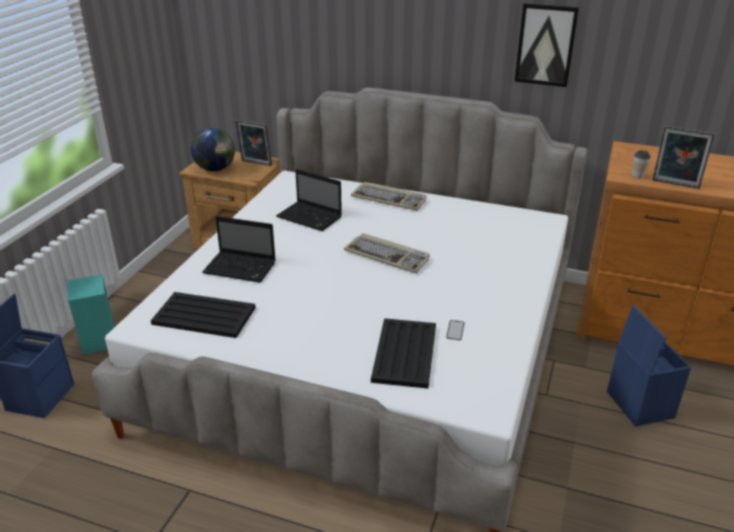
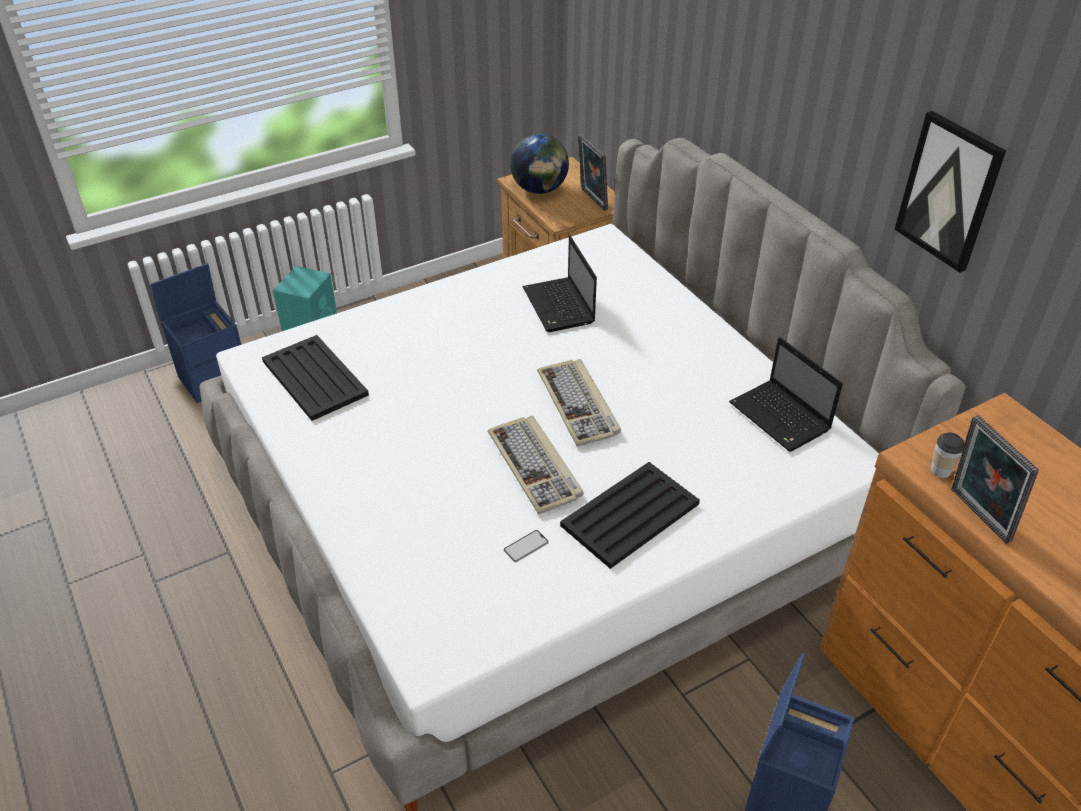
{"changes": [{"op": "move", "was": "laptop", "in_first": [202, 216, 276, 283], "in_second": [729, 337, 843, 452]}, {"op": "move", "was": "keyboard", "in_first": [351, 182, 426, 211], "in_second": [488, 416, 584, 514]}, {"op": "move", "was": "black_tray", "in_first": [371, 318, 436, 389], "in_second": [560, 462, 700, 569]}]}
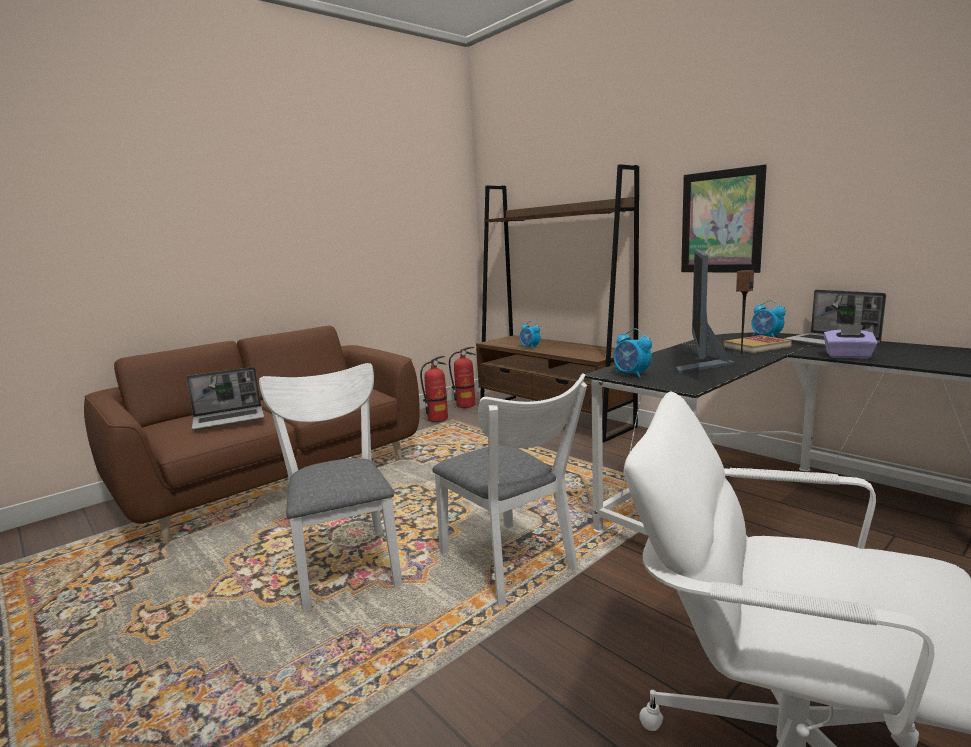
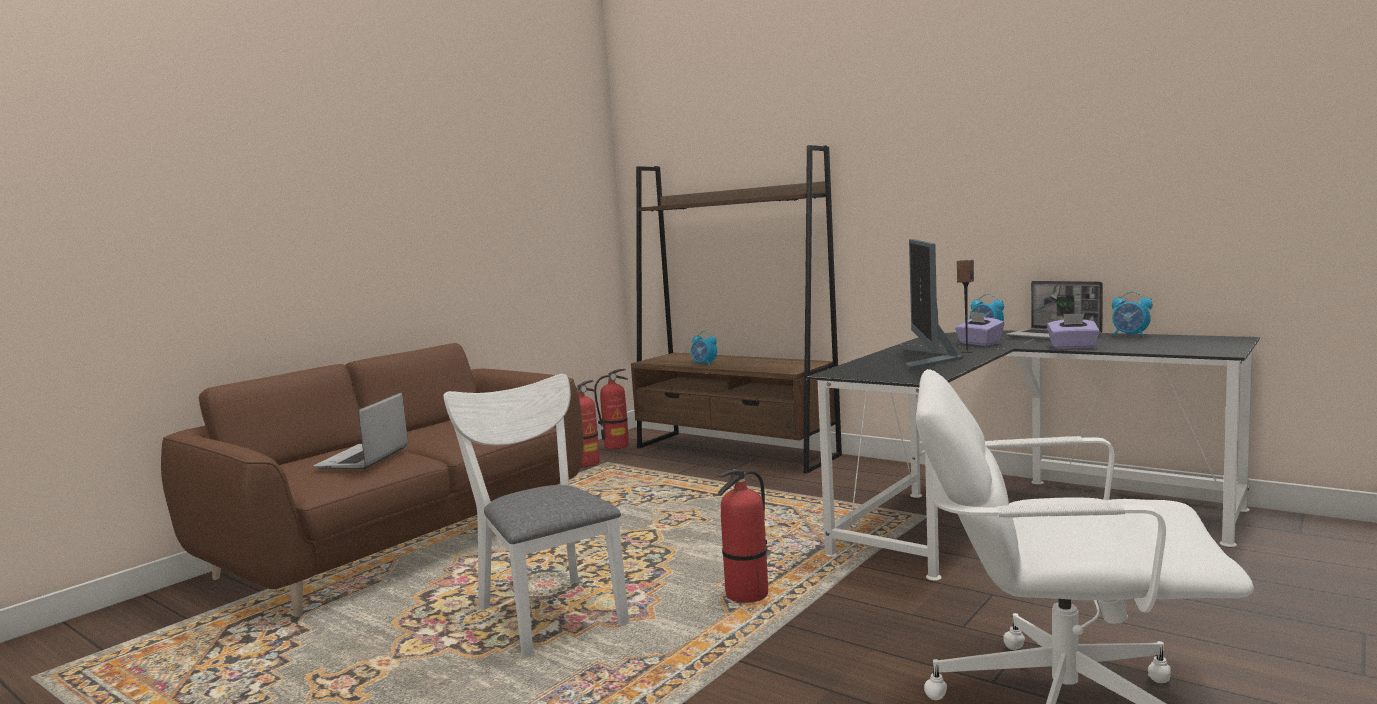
{"changes": [{"op": "delete", "was": "picture", "in_first": [681, 164, 767, 273]}, {"op": "move", "was": "alarm_clock", "in_first": [614, 329, 652, 378], "in_second": [1112, 291, 1153, 337]}, {"op": "replace", "was": "white_chair", "now": "fire_extinguisher", "in_first": [432, 373, 587, 605], "in_second": [718, 469, 768, 603]}, {"op": "replace", "was": "book", "now": "purple_tissue_box", "in_first": [723, 335, 792, 353], "in_second": [955, 311, 1004, 346]}, {"op": "rotate", "was": "laptop", "in_first": [186, 367, 264, 430], "in_second": [313, 393, 408, 469], "clockwise": 135}]}
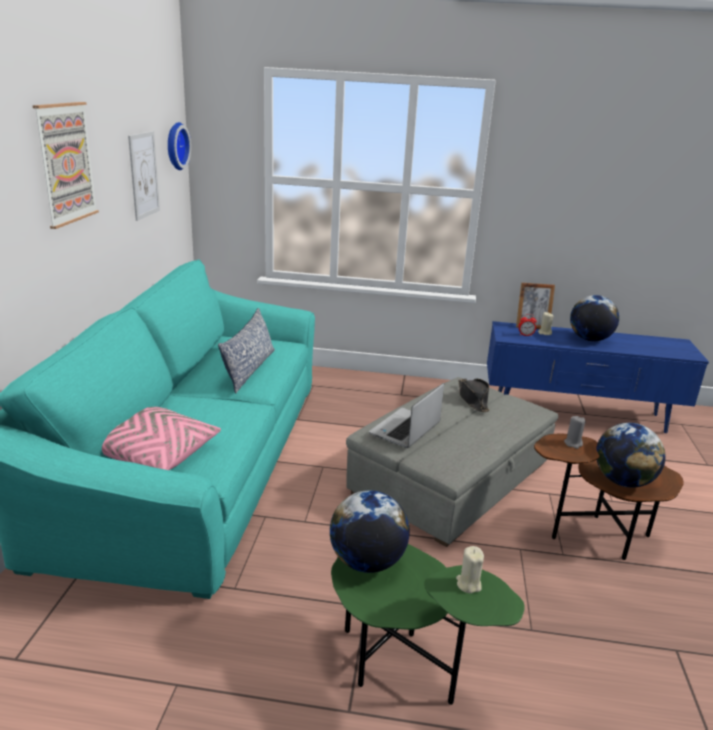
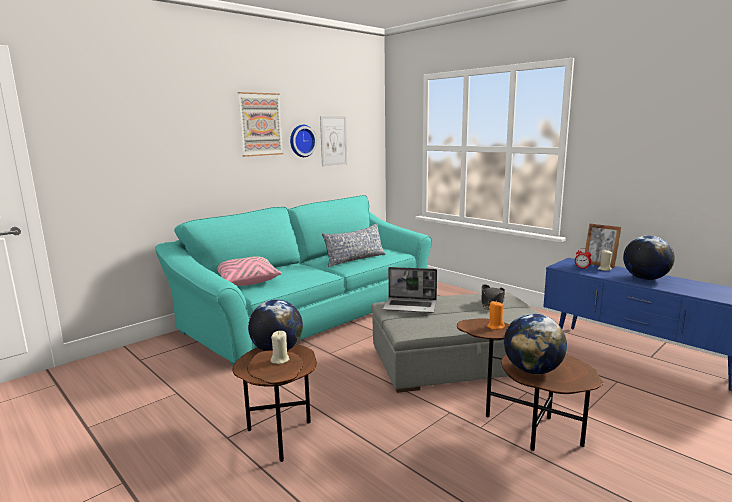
{"changes": [{"op": "move", "was": "wall_clock", "in_first": [168, 122, 191, 170], "in_second": [290, 125, 317, 157]}, {"op": "recolor", "was": "green_side_table", "now": "brown_side_table", "in_first": [331, 544, 525, 705], "in_second": [233, 344, 317, 462]}, {"op": "recolor", "was": "grey_candle", "now": "orange_candle", "in_first": [564, 416, 585, 449], "in_second": [487, 301, 505, 330]}, {"op": "rotate", "was": "laptop", "in_first": [369, 383, 444, 448], "in_second": [383, 267, 437, 313], "clockwise": -150}]}
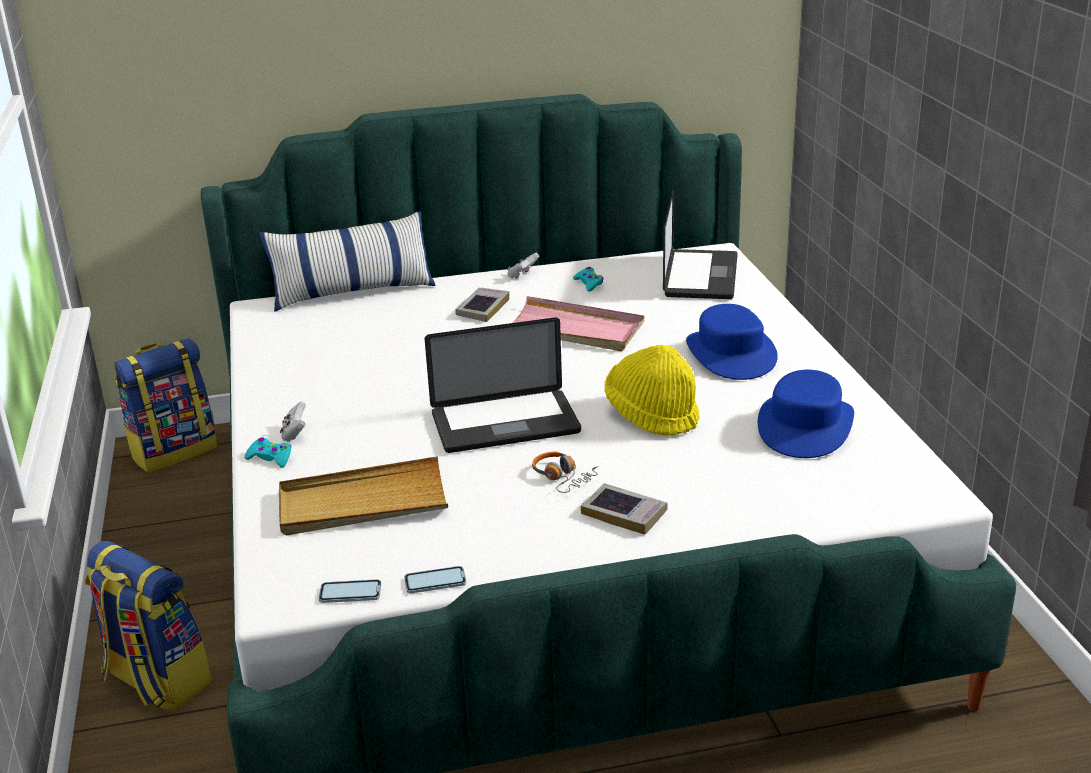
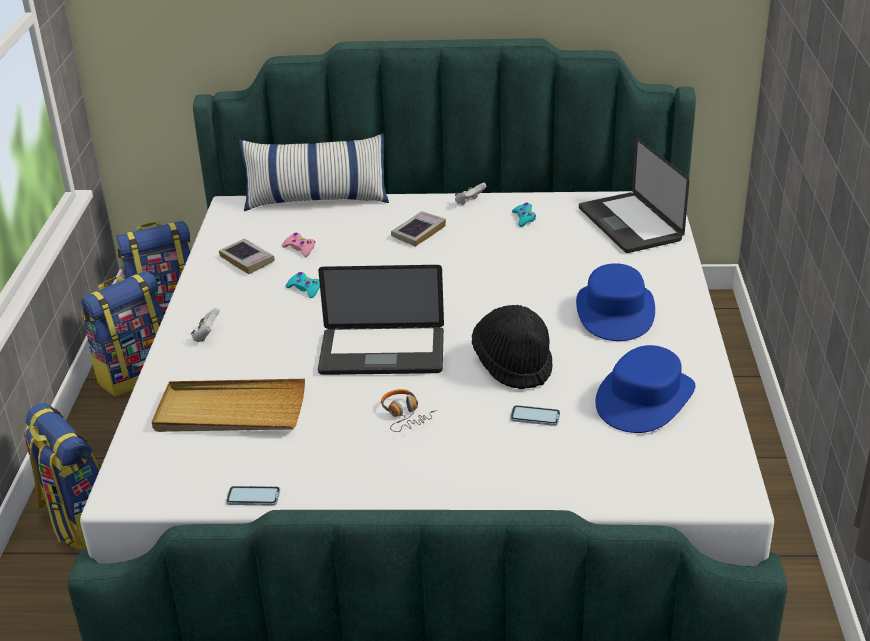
{"changes": [{"op": "delete", "was": "pink_tray", "in_first": [512, 296, 644, 351]}, {"op": "insert", "now": "backpack", "in_second": [81, 271, 164, 397]}, {"op": "insert", "now": "pink_game_controller", "in_second": [282, 232, 316, 257]}, {"op": "move", "was": "turquoise_game_controller", "in_first": [244, 437, 292, 468], "in_second": [286, 272, 320, 298]}, {"op": "move", "was": "phone", "in_first": [319, 579, 381, 603], "in_second": [510, 405, 560, 426]}, {"op": "move", "was": "book", "in_first": [581, 483, 668, 535], "in_second": [219, 239, 275, 274]}, {"op": "recolor", "was": "yellow_hat", "now": "black_hat", "in_first": [605, 345, 699, 436], "in_second": [472, 305, 553, 389]}, {"op": "rotate", "was": "laptop", "in_first": [663, 189, 738, 299], "in_second": [579, 137, 689, 253], "clockwise": 135}]}
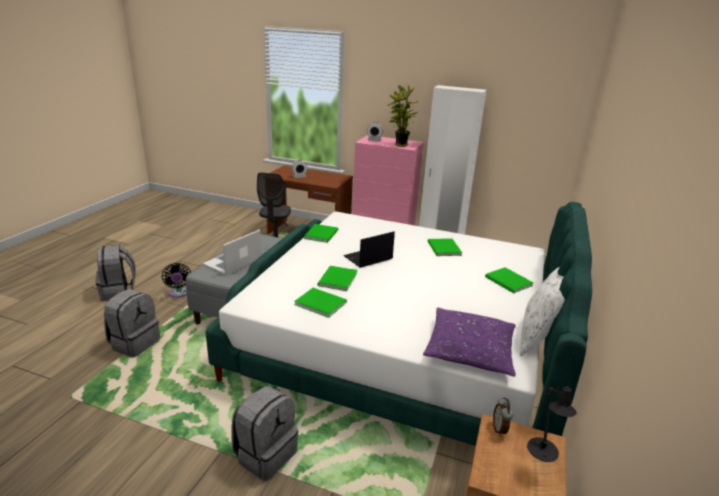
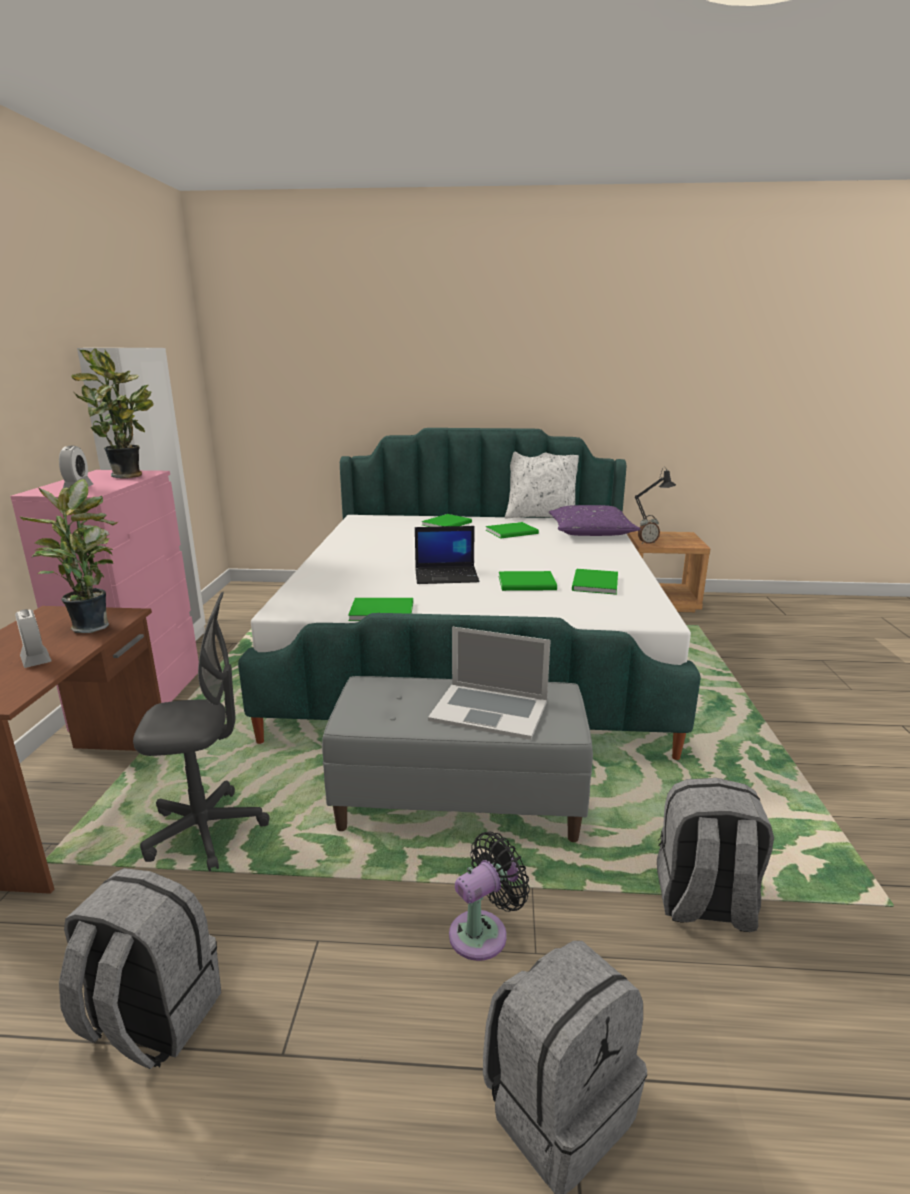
{"changes": [{"op": "insert", "now": "potted_plant", "in_second": [19, 479, 118, 633]}, {"op": "move", "was": "grey_backpack", "in_first": [231, 386, 298, 481], "in_second": [59, 868, 221, 1069]}, {"op": "move", "was": "green_book", "in_first": [428, 238, 462, 256], "in_second": [486, 522, 539, 538]}, {"op": "rotate", "was": "laptop", "in_first": [343, 231, 395, 268], "in_second": [415, 526, 479, 584], "clockwise": -45}]}
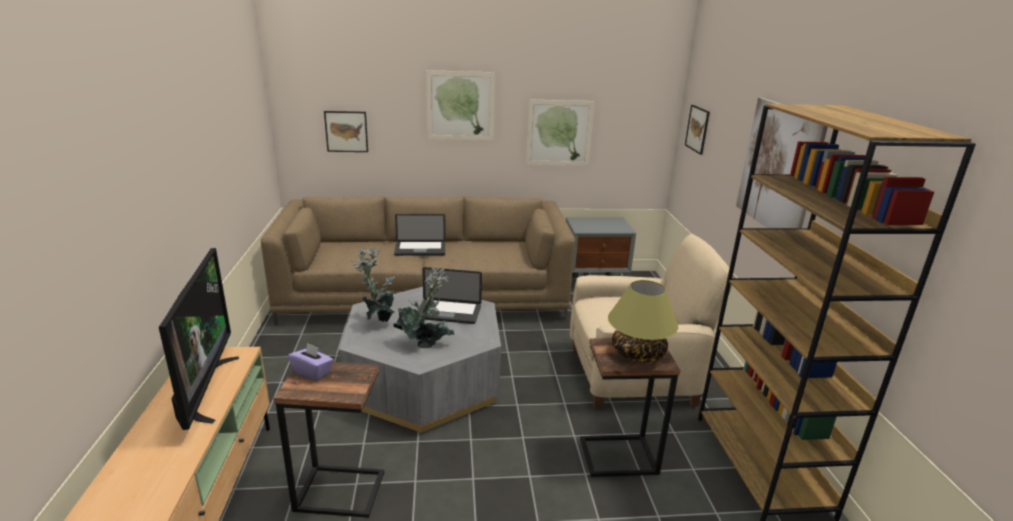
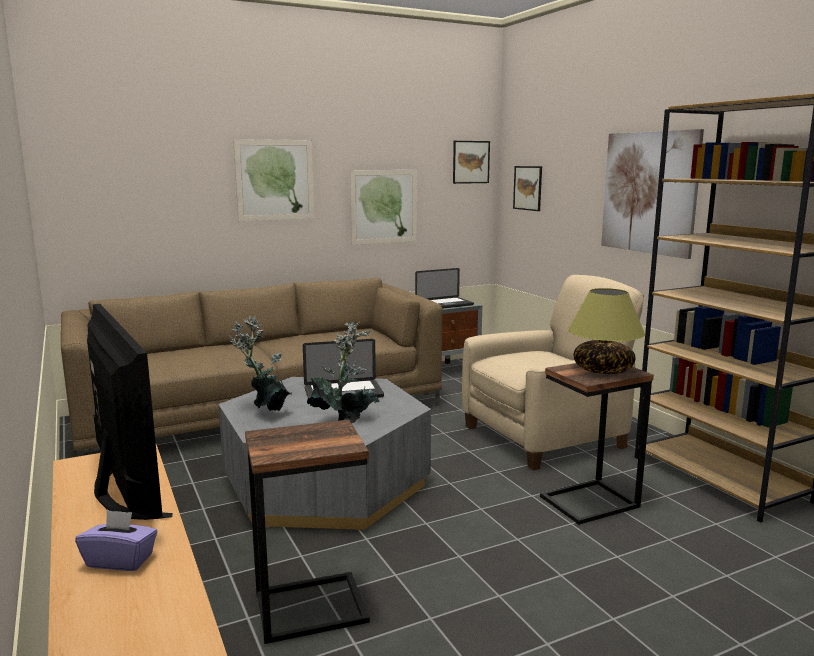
{"changes": [{"op": "move", "was": "purple_tissue_box", "in_first": [288, 342, 333, 381], "in_second": [75, 510, 157, 571]}, {"op": "move", "was": "picture", "in_first": [324, 111, 368, 152], "in_second": [453, 141, 490, 184]}, {"op": "move", "was": "laptop", "in_first": [394, 214, 445, 256], "in_second": [415, 268, 474, 309]}]}
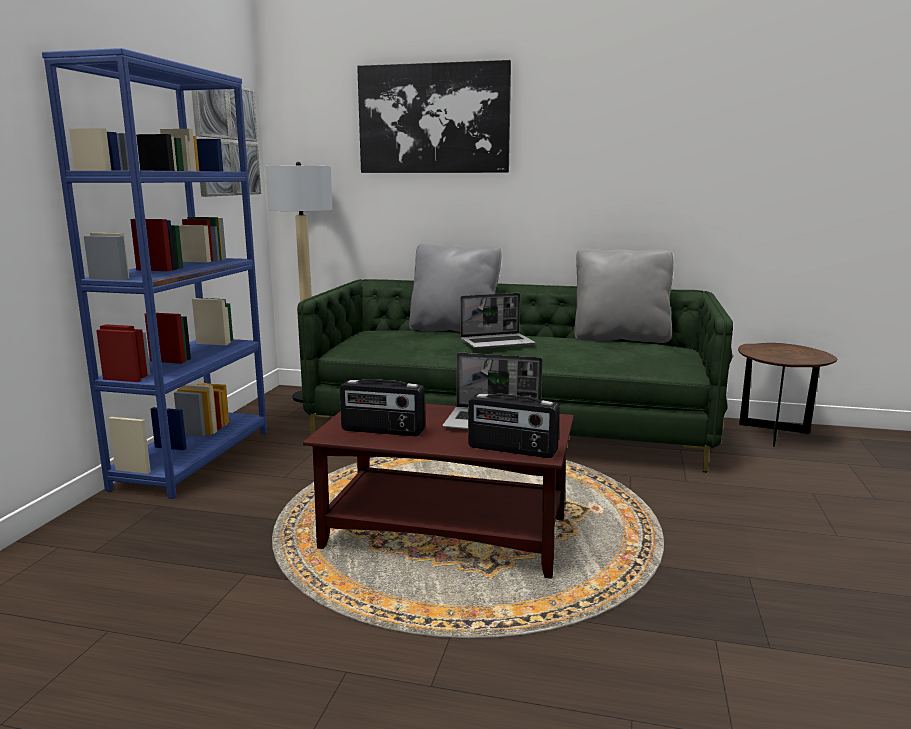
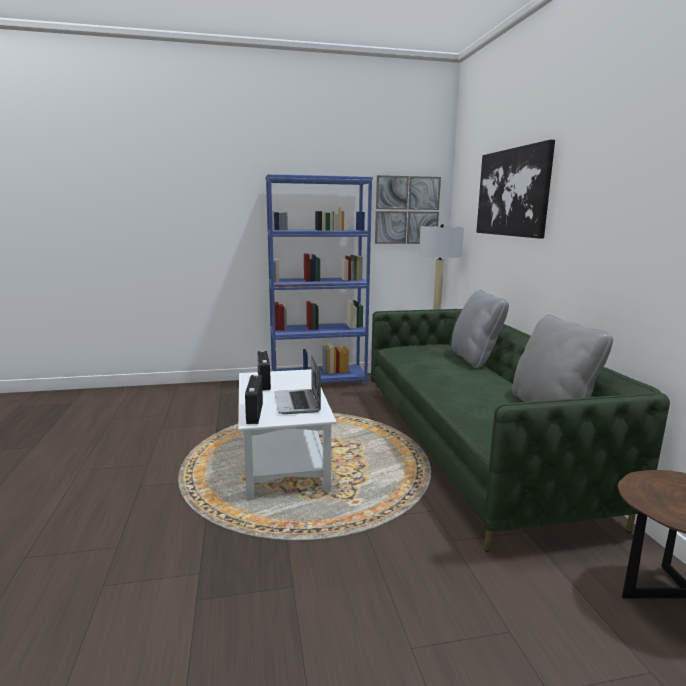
{"changes": [{"op": "delete", "was": "laptop", "in_first": [460, 293, 536, 349]}, {"op": "recolor", "was": "brown_coffee_table", "now": "white_coffee_table", "in_first": [303, 404, 574, 579], "in_second": [238, 369, 337, 500]}]}
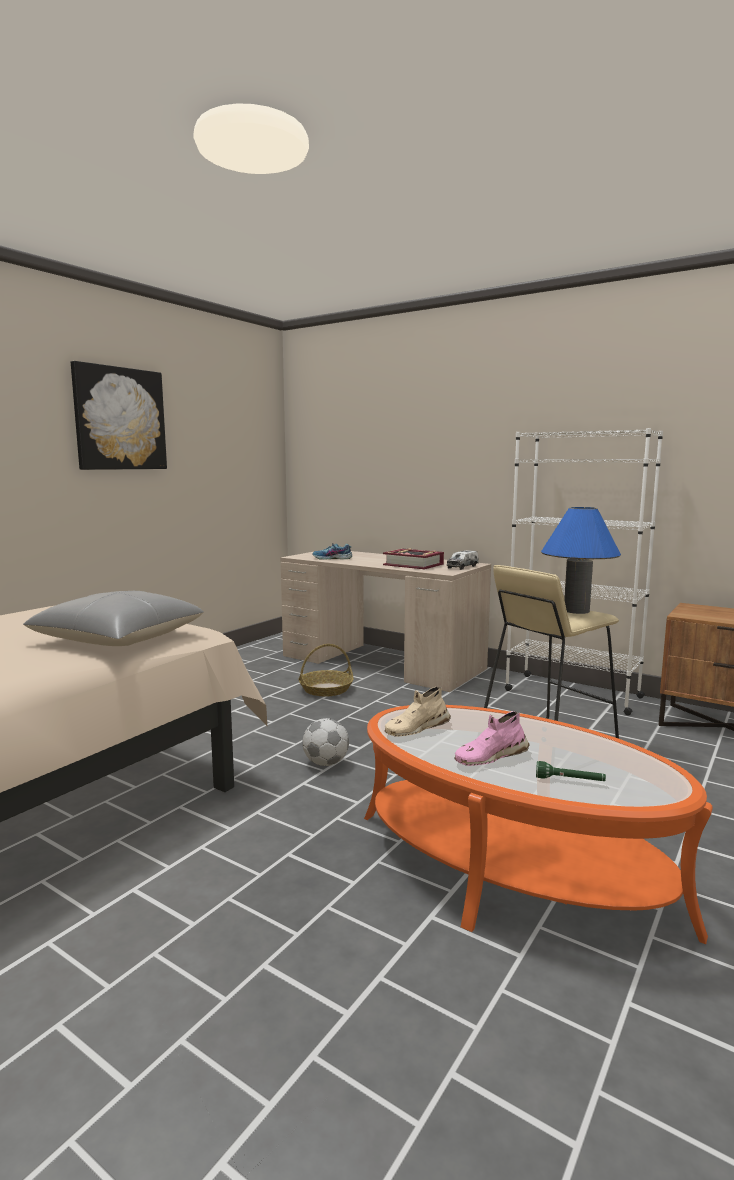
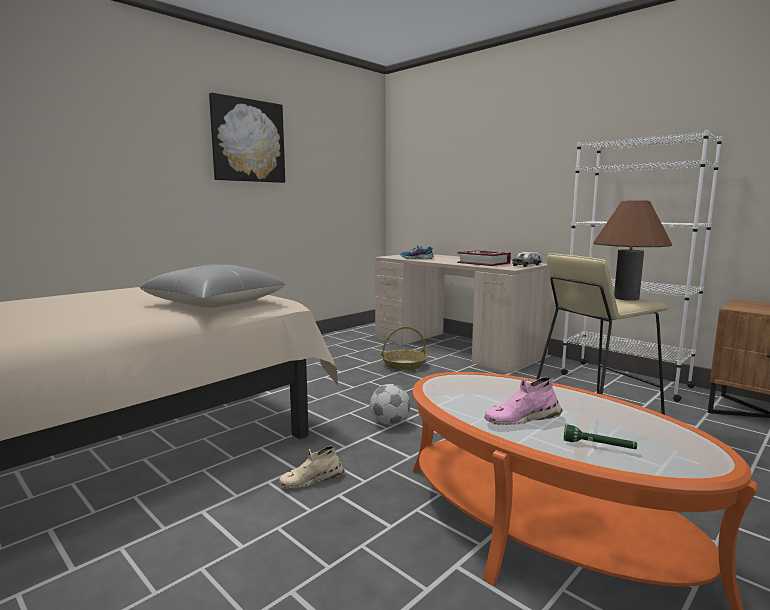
{"changes": [{"op": "move", "was": "beige_shoe", "in_first": [384, 687, 451, 737], "in_second": [279, 446, 345, 488]}, {"op": "recolor", "was": "blue_table_lamp", "now": "brown_table_lamp", "in_first": [541, 507, 621, 614], "in_second": [593, 201, 672, 301]}]}
